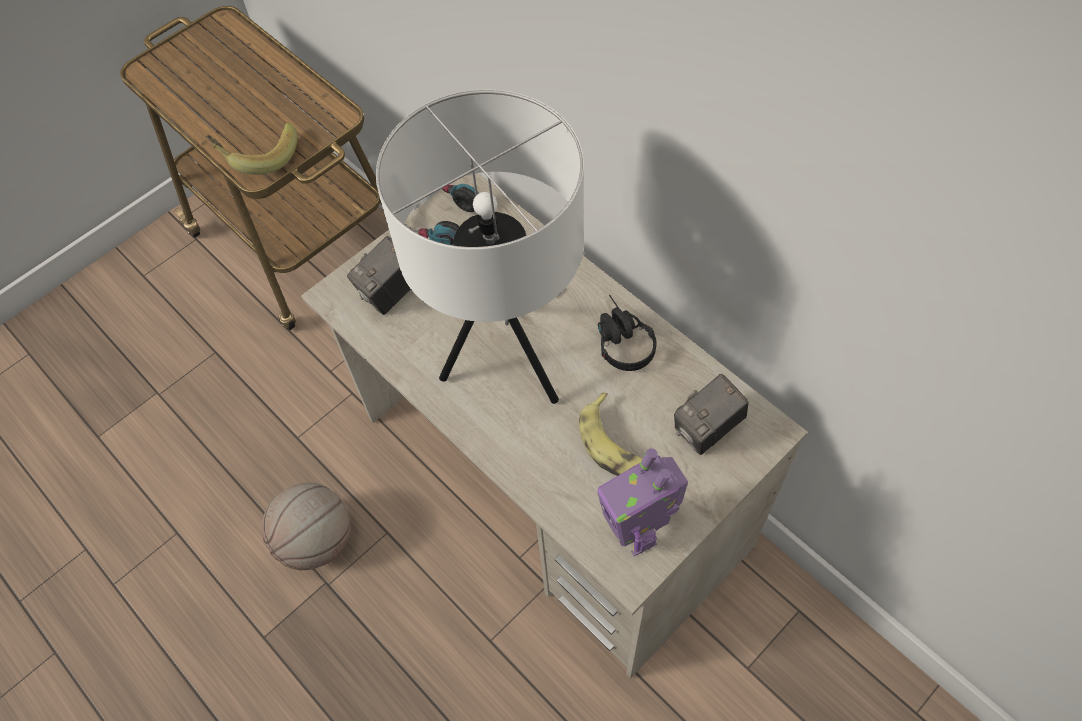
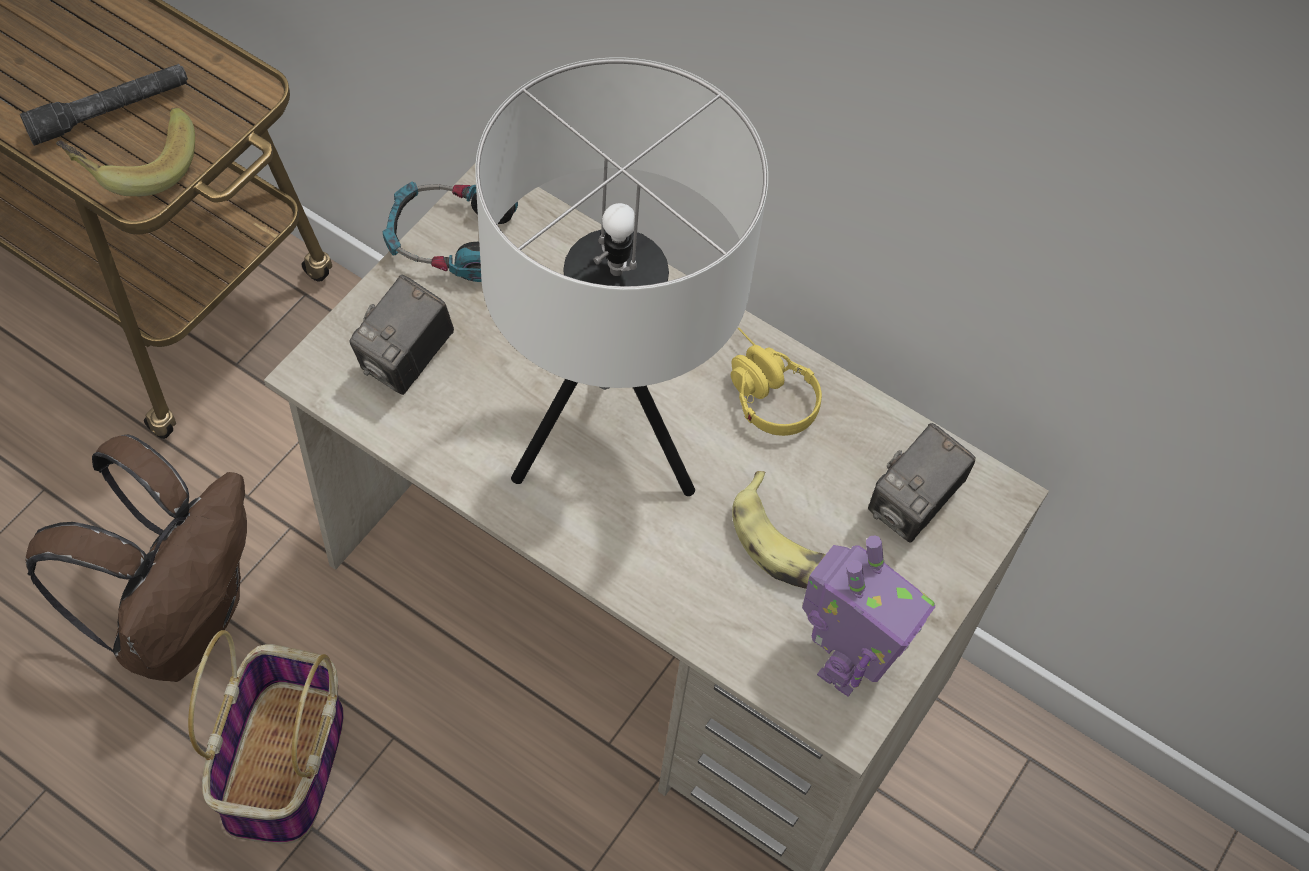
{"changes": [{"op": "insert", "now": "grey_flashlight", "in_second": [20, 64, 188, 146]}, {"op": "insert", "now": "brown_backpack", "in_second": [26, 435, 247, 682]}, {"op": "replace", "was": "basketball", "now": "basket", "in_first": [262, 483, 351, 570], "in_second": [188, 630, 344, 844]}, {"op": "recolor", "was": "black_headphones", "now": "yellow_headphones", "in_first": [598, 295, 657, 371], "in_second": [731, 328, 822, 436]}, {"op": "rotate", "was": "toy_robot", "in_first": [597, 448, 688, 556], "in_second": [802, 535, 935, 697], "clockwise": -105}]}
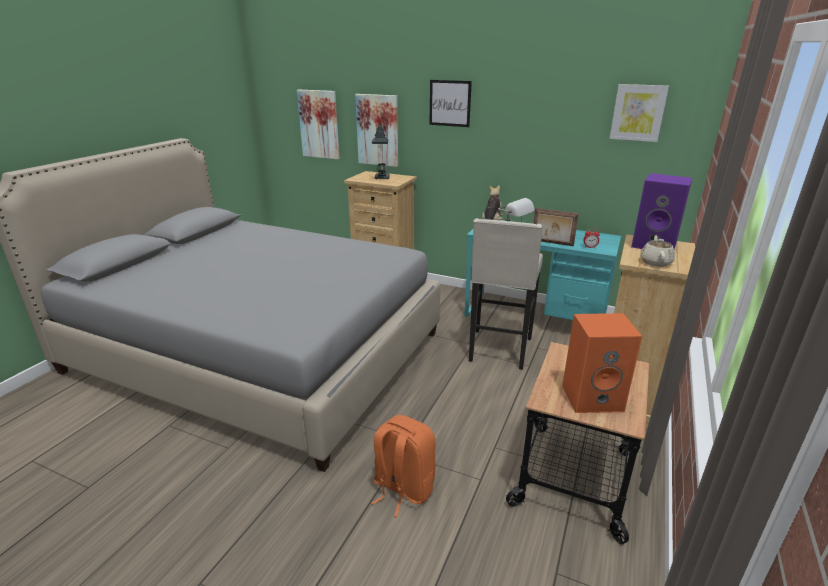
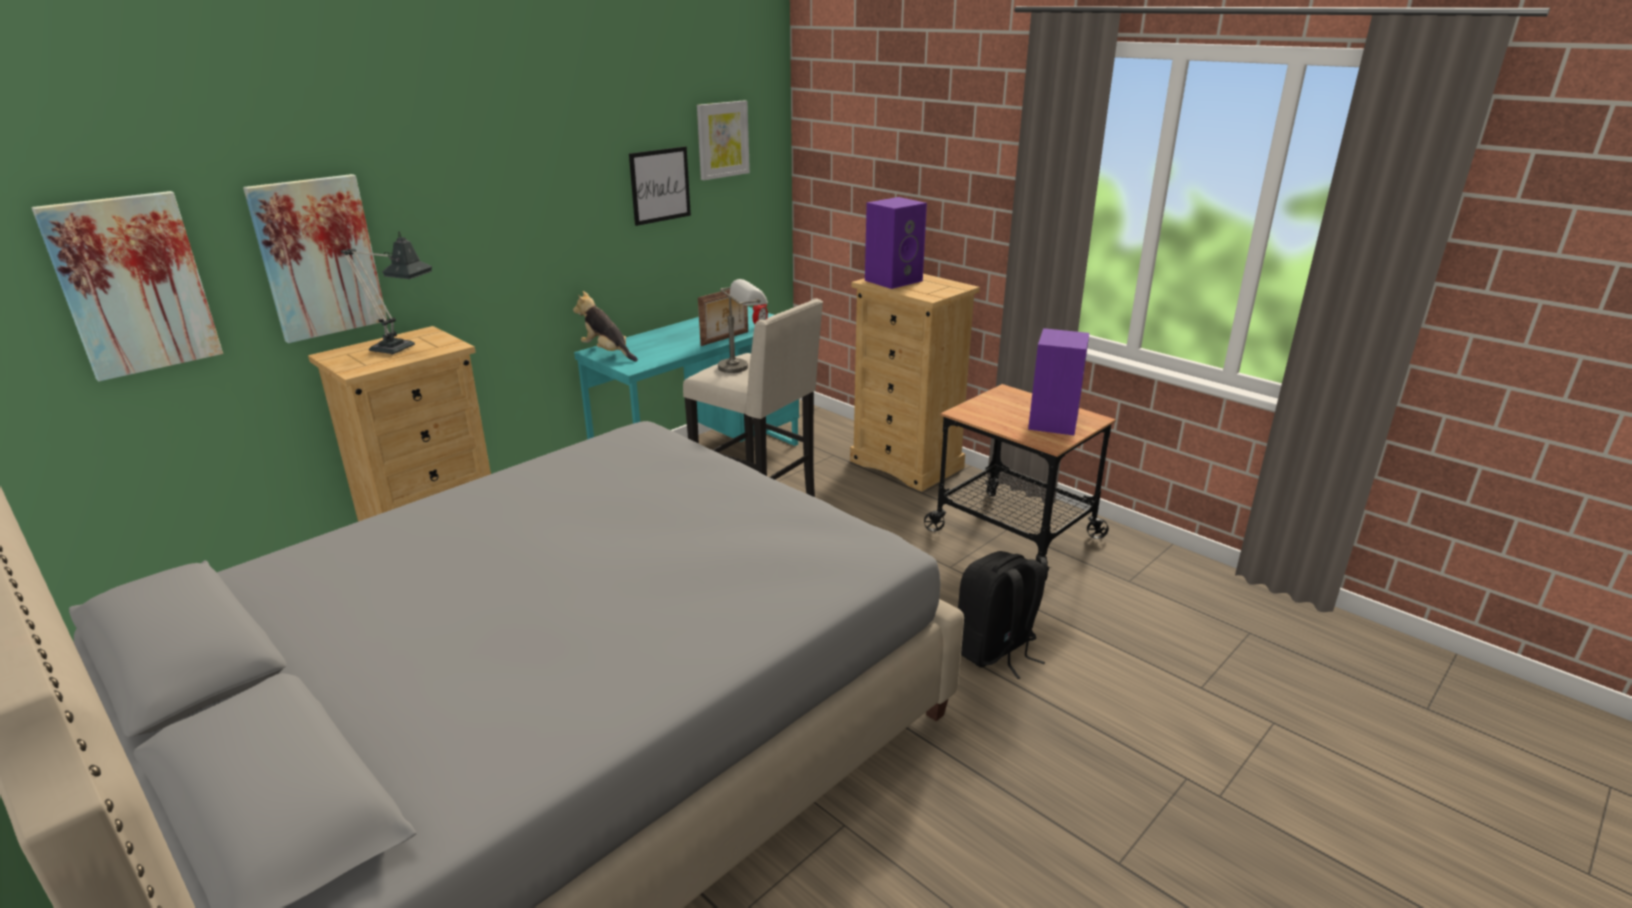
{"changes": [{"op": "delete", "was": "beige_teapot", "in_first": [641, 235, 675, 267]}, {"op": "move", "was": "picture", "in_first": [429, 80, 472, 127], "in_second": [629, 146, 691, 226]}, {"op": "recolor", "was": "orange_backpack", "now": "black_backpack", "in_first": [371, 415, 436, 517], "in_second": [958, 551, 1046, 679]}, {"op": "recolor", "was": "orange_speaker", "now": "purple_speaker", "in_first": [562, 313, 642, 413], "in_second": [1028, 328, 1089, 435]}]}
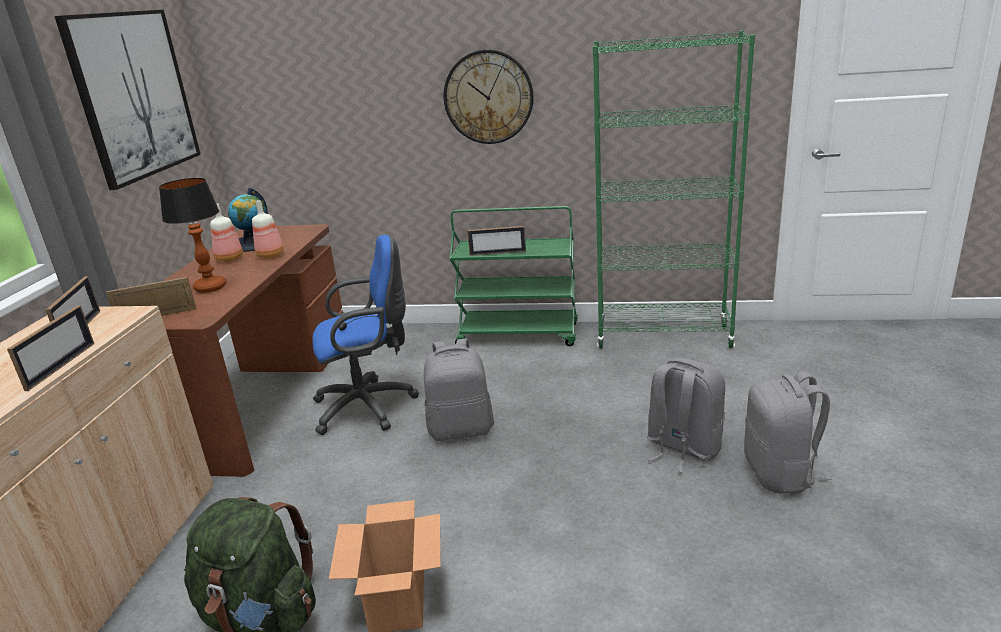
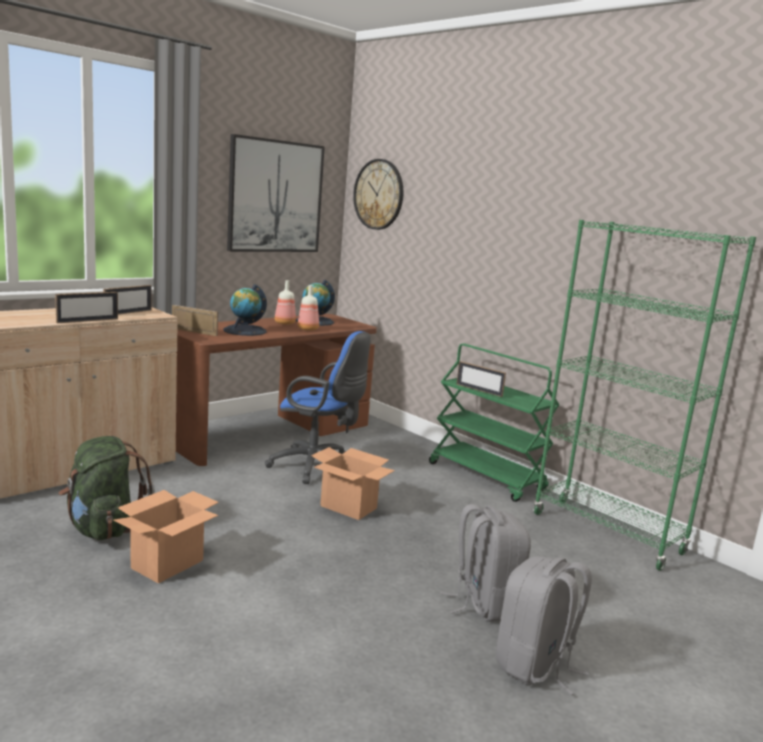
{"changes": [{"op": "move", "was": "wall_clock", "in_first": [444, 50, 534, 144], "in_second": [353, 159, 403, 230]}, {"op": "replace", "was": "table_lamp", "now": "globe", "in_first": [159, 178, 226, 293], "in_second": [223, 284, 267, 336]}, {"op": "replace", "was": "grey_backpack", "now": "cardboard_box", "in_first": [424, 339, 494, 441], "in_second": [311, 447, 395, 520]}]}
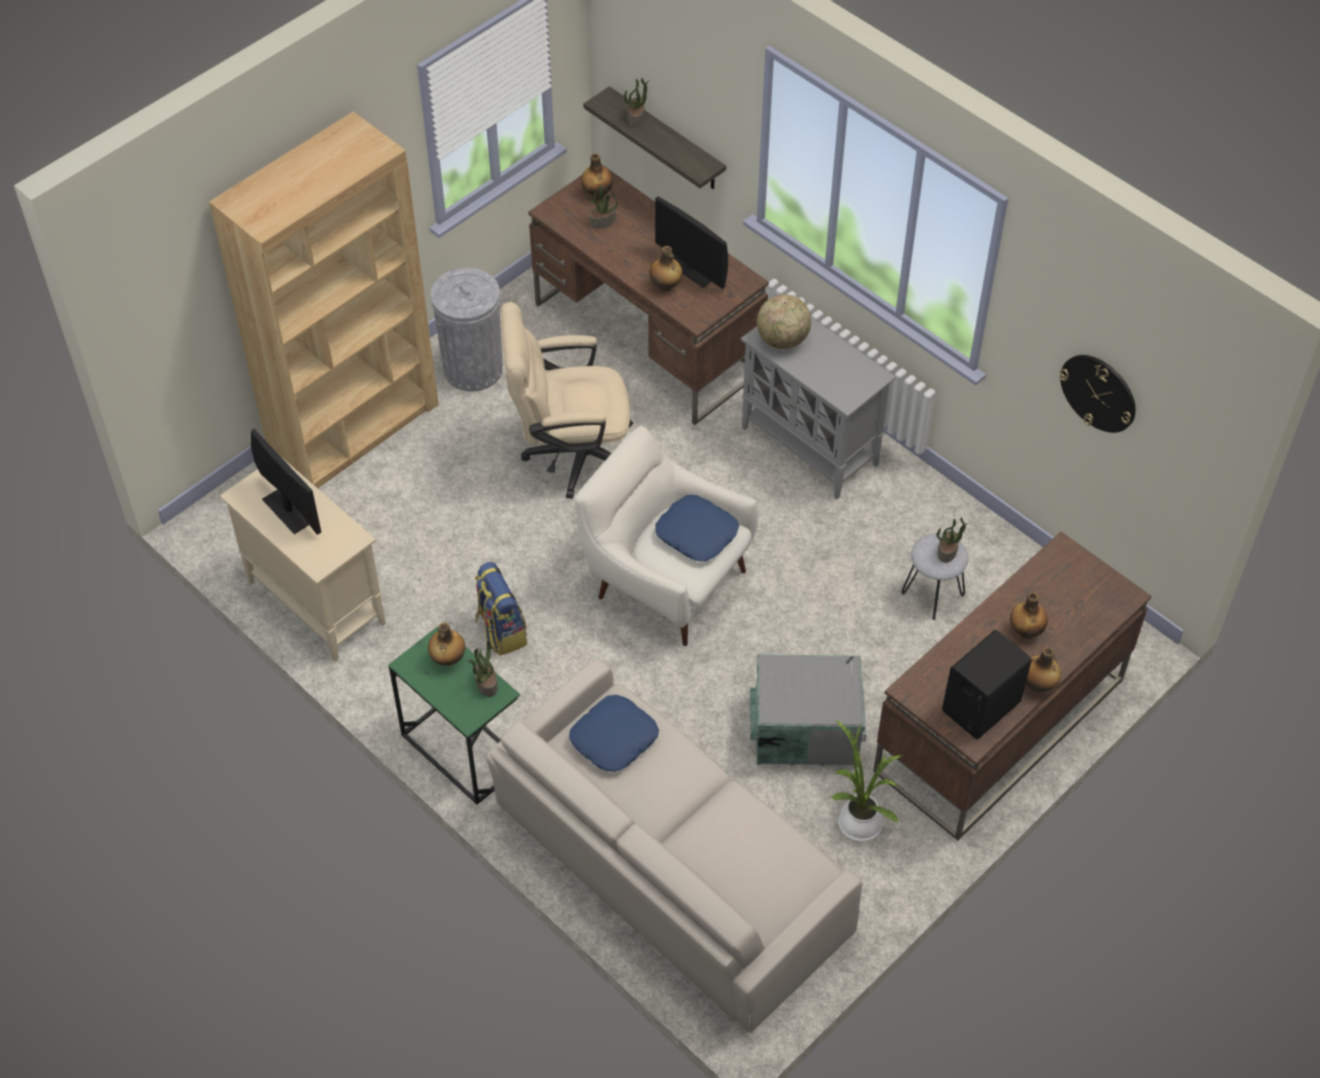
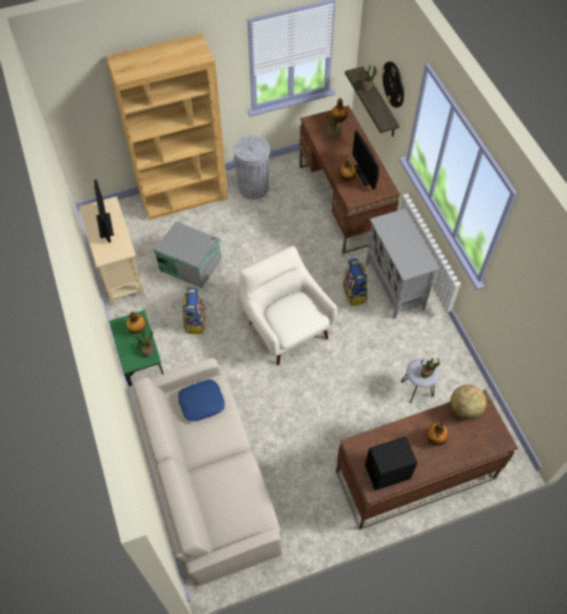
{"changes": [{"op": "delete", "was": "beige_office_chair", "in_first": [501, 302, 633, 499]}, {"op": "delete", "was": "blue_pillow", "in_first": [656, 495, 739, 562]}, {"op": "delete", "was": "potted_plant", "in_first": [831, 718, 903, 842]}, {"op": "delete", "was": "bottle", "in_first": [1026, 647, 1061, 692]}, {"op": "insert", "now": "backpack", "in_second": [343, 258, 368, 306]}, {"op": "move", "was": "grey_storage_box", "in_first": [750, 654, 867, 766], "in_second": [154, 221, 221, 289]}, {"op": "move", "was": "globe", "in_first": [757, 294, 811, 349], "in_second": [450, 385, 486, 420]}, {"op": "move", "was": "wall_clock", "in_first": [1059, 355, 1136, 433], "in_second": [381, 61, 404, 108]}]}
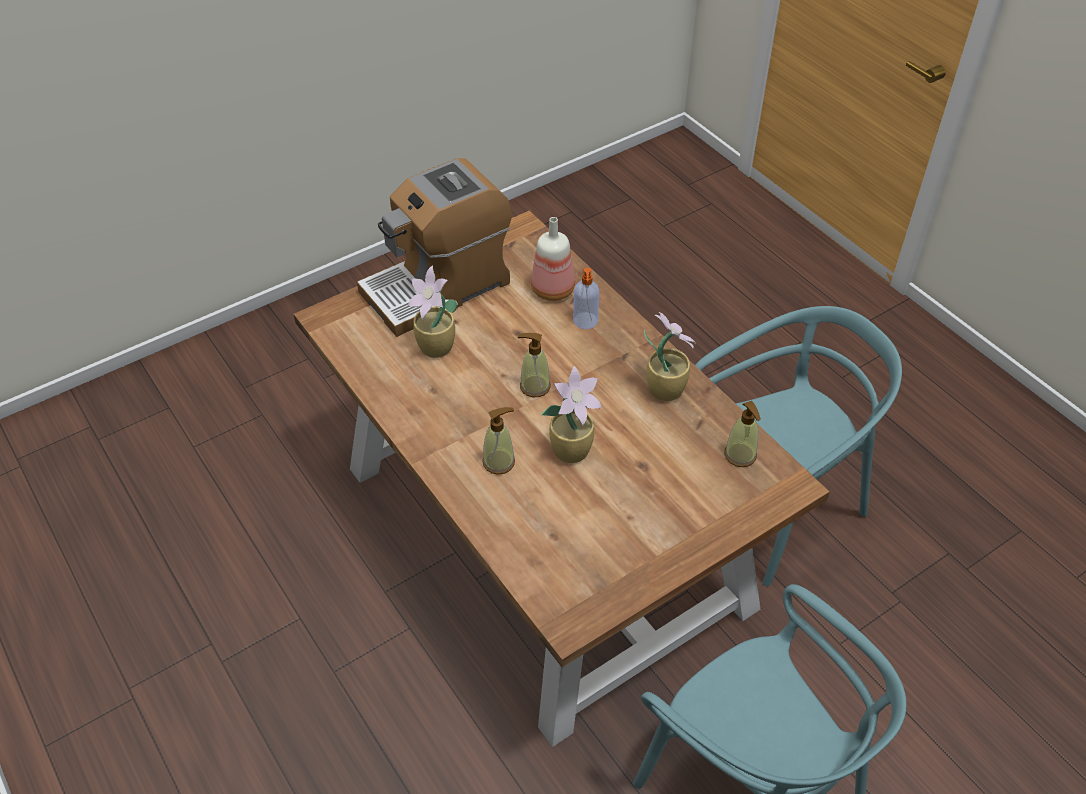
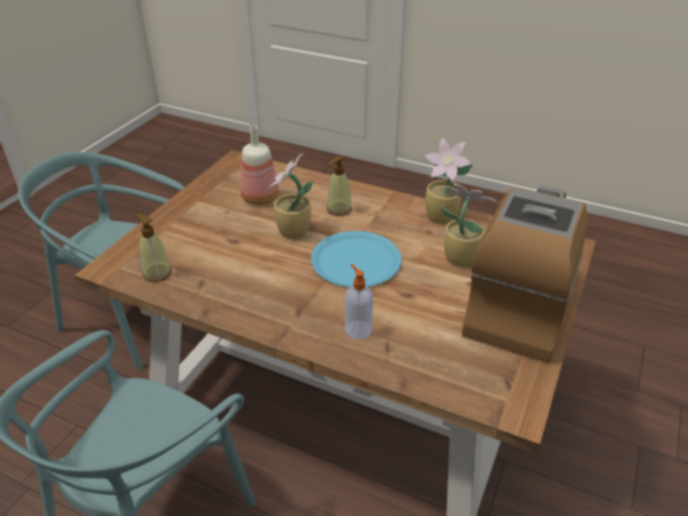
{"changes": [{"op": "move", "was": "bottle", "in_first": [531, 217, 575, 301], "in_second": [240, 126, 279, 205]}, {"op": "move", "was": "potted_plant", "in_first": [644, 312, 696, 401], "in_second": [425, 138, 473, 224]}, {"op": "replace", "was": "soap_dispenser", "now": "blue_plate", "in_first": [518, 333, 551, 397], "in_second": [311, 231, 402, 287]}]}
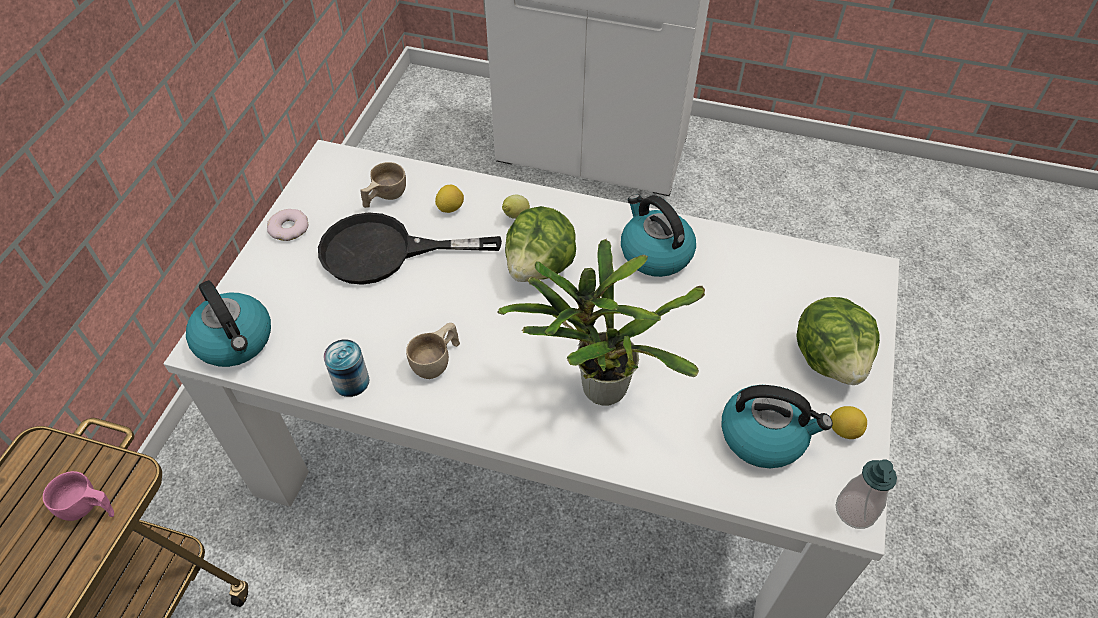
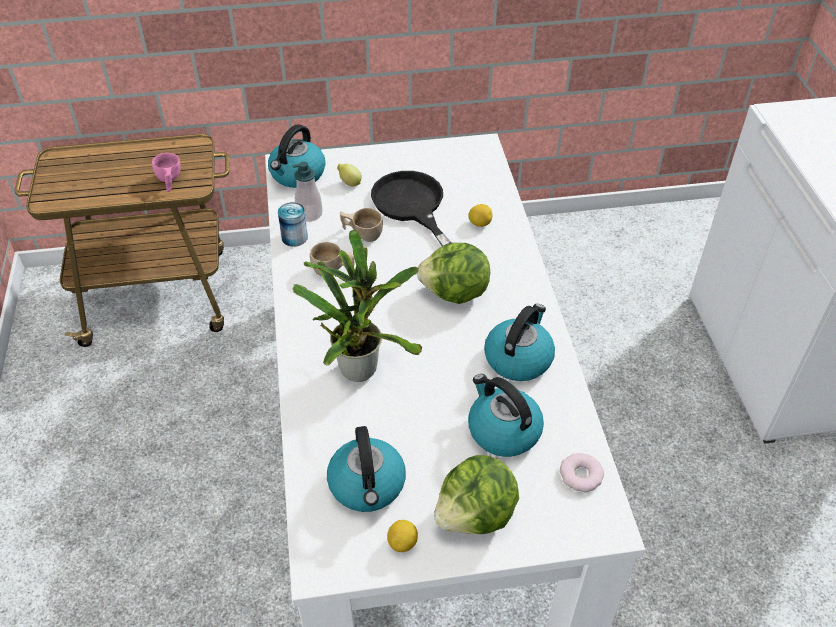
{"changes": [{"op": "insert", "now": "kettle", "in_second": [468, 374, 544, 457]}, {"op": "move", "was": "donut", "in_first": [267, 209, 308, 241], "in_second": [560, 453, 604, 492]}, {"op": "move", "was": "beige_cup", "in_first": [360, 162, 406, 208], "in_second": [340, 208, 383, 242]}, {"op": "move", "was": "lemon", "in_first": [502, 194, 530, 219], "in_second": [337, 164, 362, 186]}, {"op": "move", "was": "soap_dispenser", "in_first": [836, 459, 897, 529], "in_second": [292, 162, 322, 222]}]}
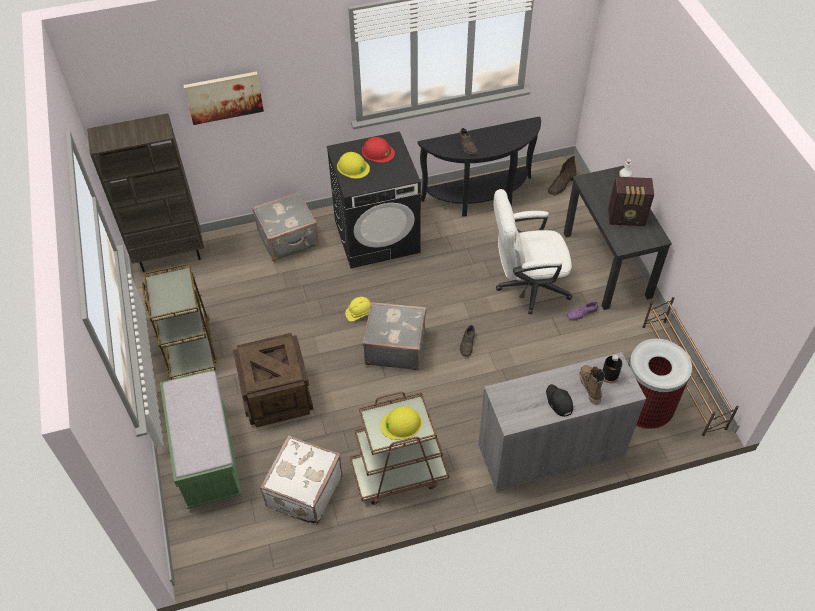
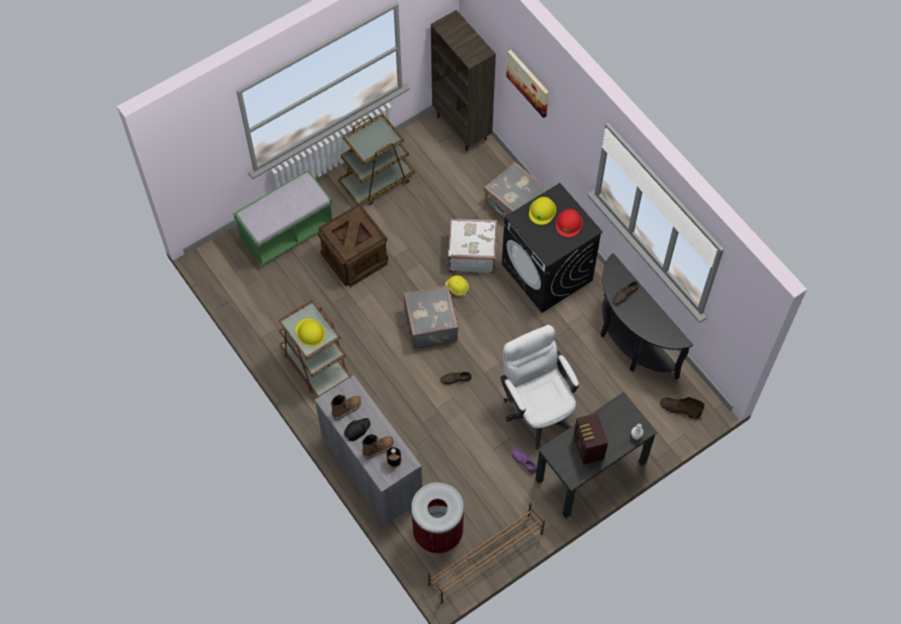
{"changes": [{"op": "insert", "now": "boot", "in_second": [330, 394, 361, 420]}, {"op": "move", "was": "white_suitcase", "in_first": [260, 435, 342, 525], "in_second": [448, 218, 497, 273]}]}
